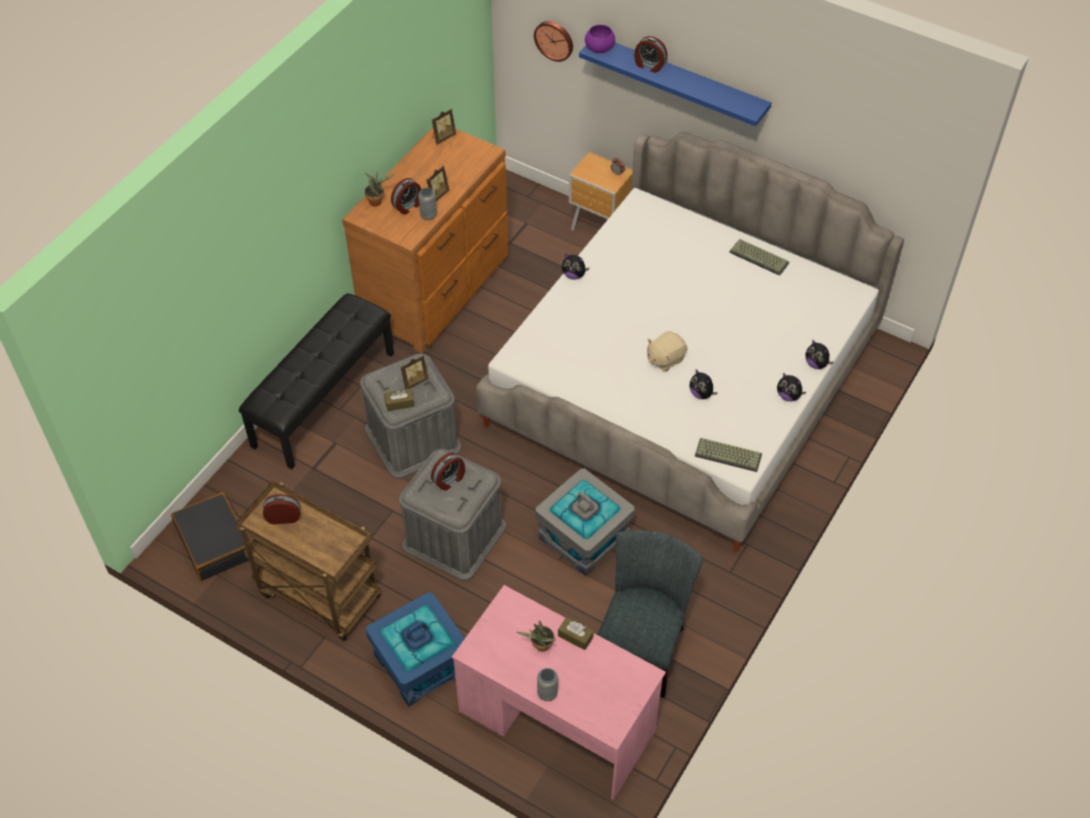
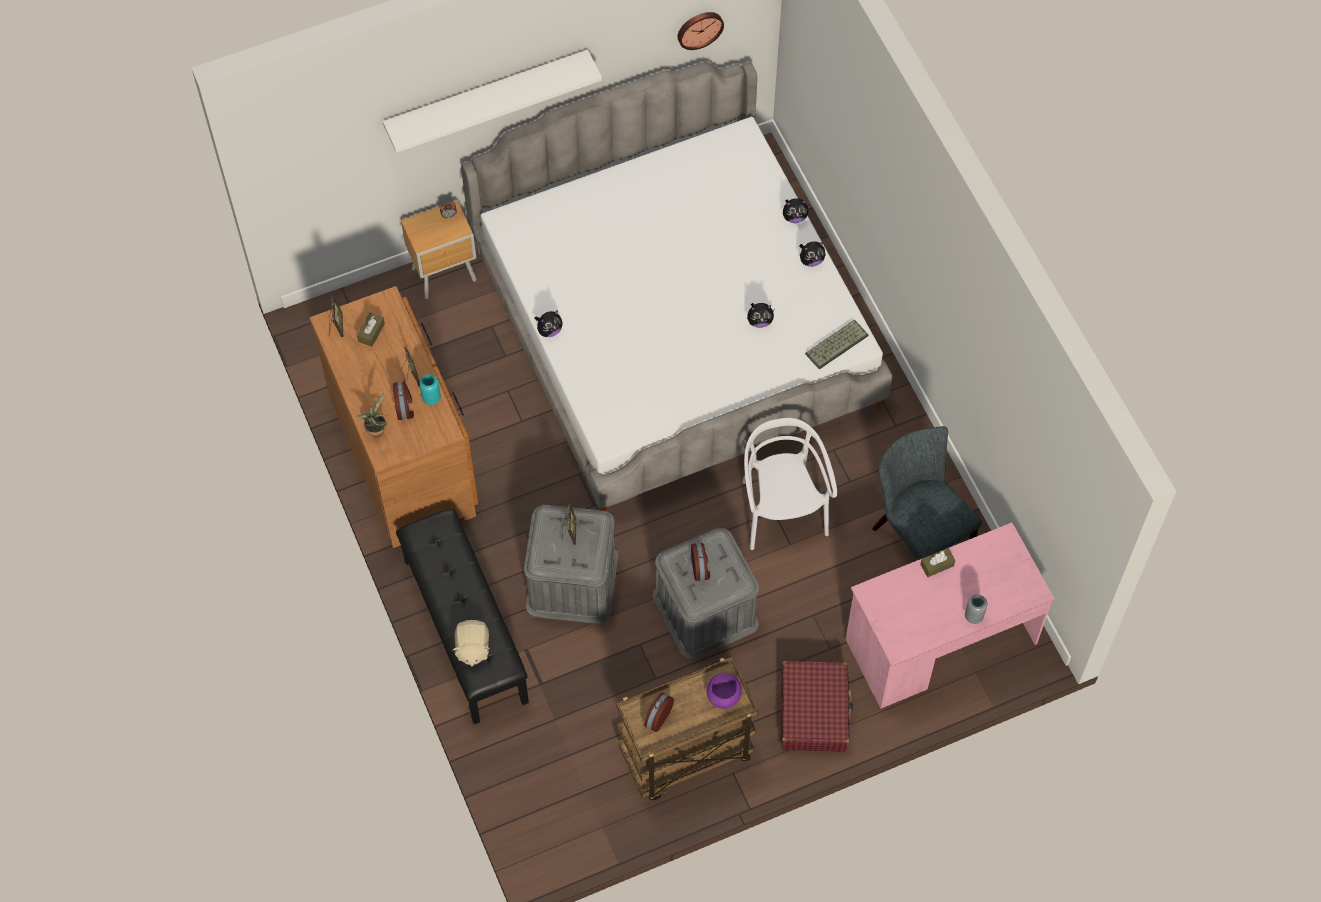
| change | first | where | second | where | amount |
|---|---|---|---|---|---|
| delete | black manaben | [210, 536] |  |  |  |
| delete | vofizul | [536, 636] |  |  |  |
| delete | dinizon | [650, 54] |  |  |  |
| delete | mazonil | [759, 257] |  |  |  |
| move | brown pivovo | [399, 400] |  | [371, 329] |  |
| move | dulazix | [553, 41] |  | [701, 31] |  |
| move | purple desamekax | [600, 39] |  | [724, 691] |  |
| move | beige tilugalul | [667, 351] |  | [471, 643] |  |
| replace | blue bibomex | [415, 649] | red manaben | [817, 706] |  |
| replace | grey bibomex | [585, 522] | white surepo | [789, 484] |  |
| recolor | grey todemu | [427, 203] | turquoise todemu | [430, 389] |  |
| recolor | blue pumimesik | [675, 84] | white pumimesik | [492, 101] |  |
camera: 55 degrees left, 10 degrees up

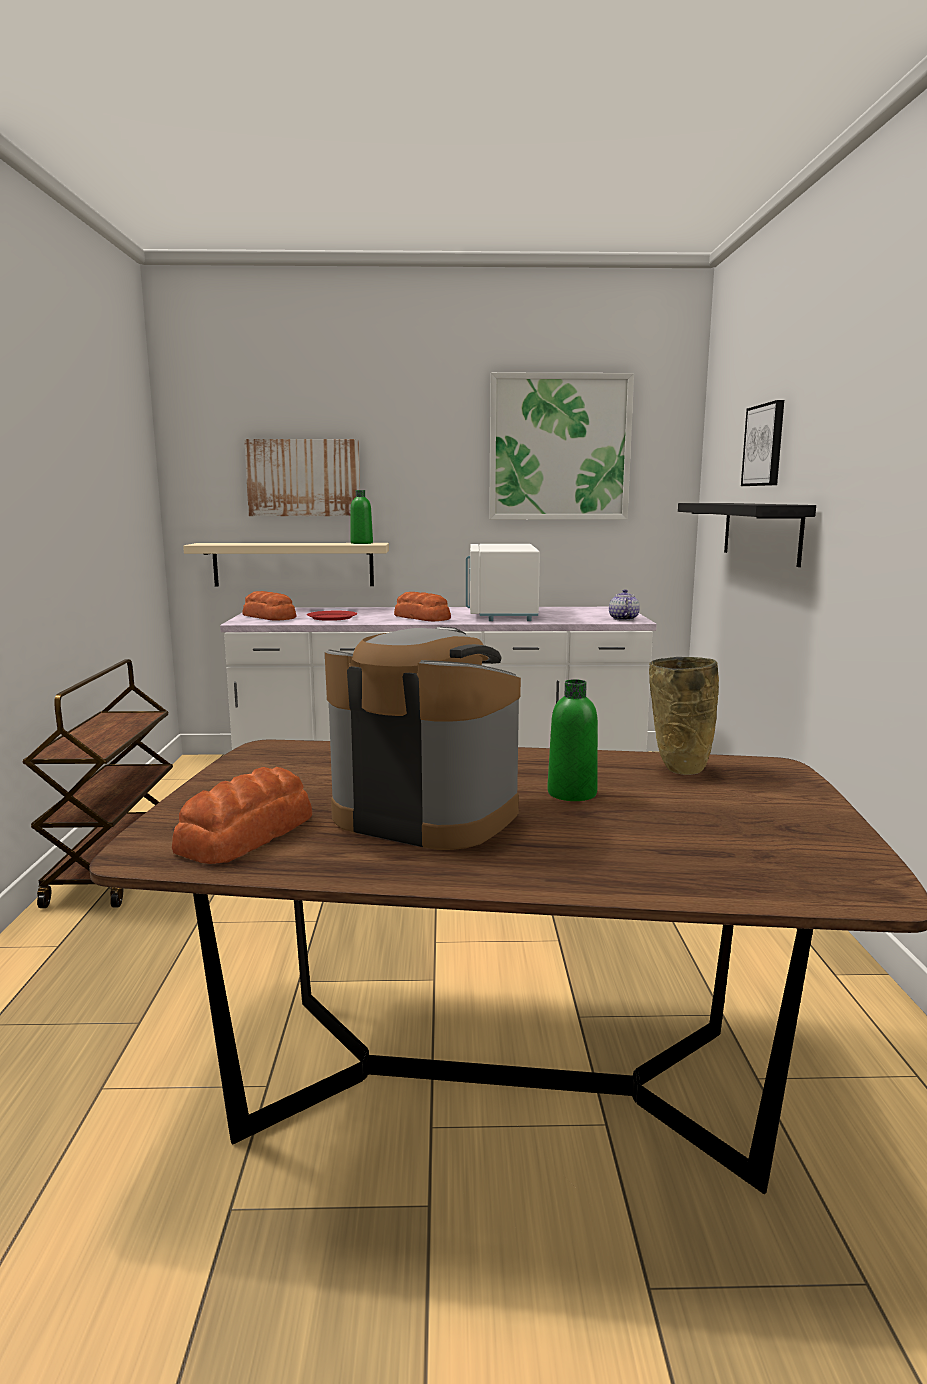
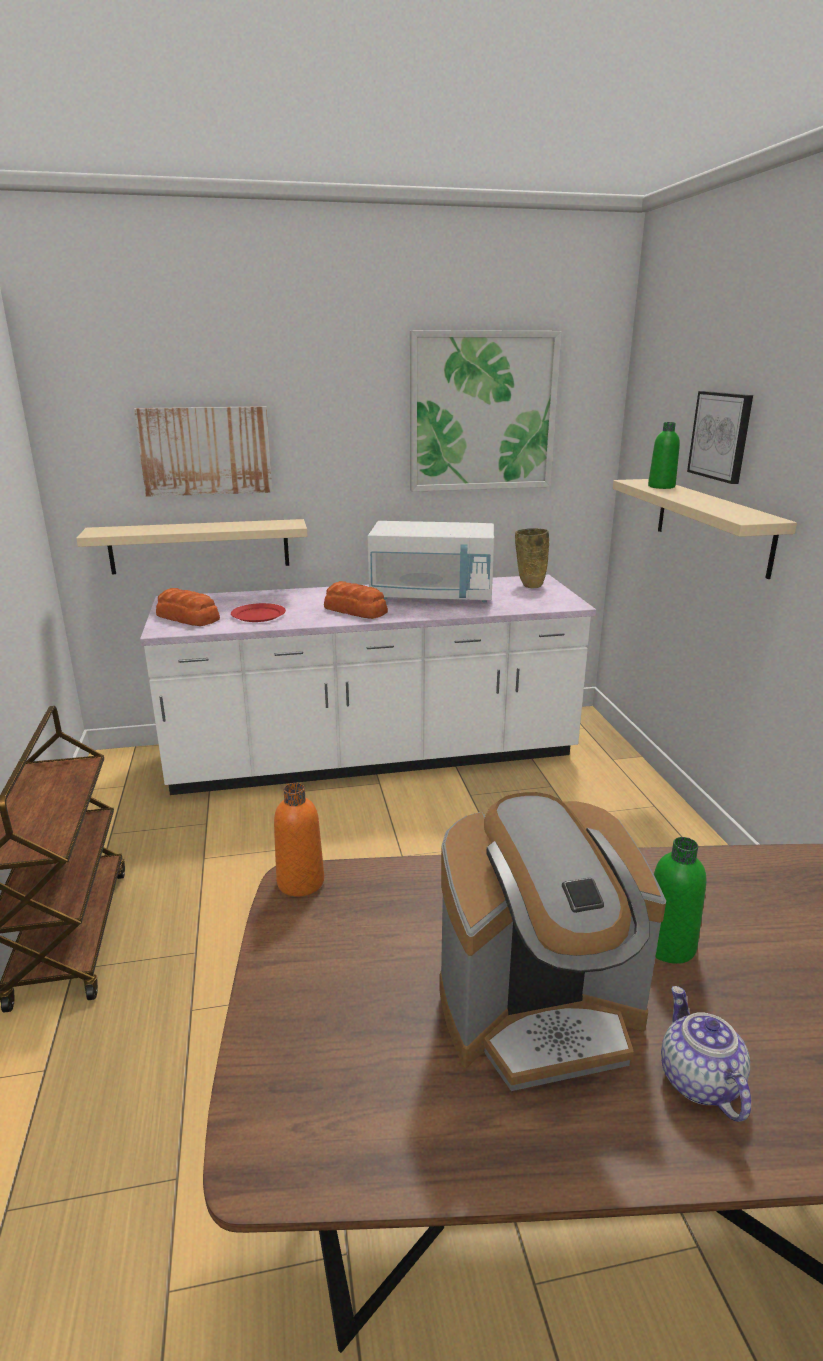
| change | first | where | second | where | amount |
|---|---|---|---|---|---|
| delete | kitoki | [242, 815] |  |  |  |
| insert |  |  | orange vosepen | [299, 839] |  |
| move | green vosepen | [361, 517] |  | [664, 455] |  |
| move | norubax | [624, 605] |  | [706, 1054] |  |
| move | beige todemu | [684, 716] |  | [532, 558] |  |
| recolor | black pumimesik | [747, 535] | beige pumimesik | [705, 529] |  |
| rotate | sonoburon | [423, 738] |  | [553, 941] | 150 degrees clockwise |
| rotate | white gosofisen | [503, 582] |  | [431, 561] | 75 degrees counterclockwise |
camera: 10 degrees left, 10 degrees up

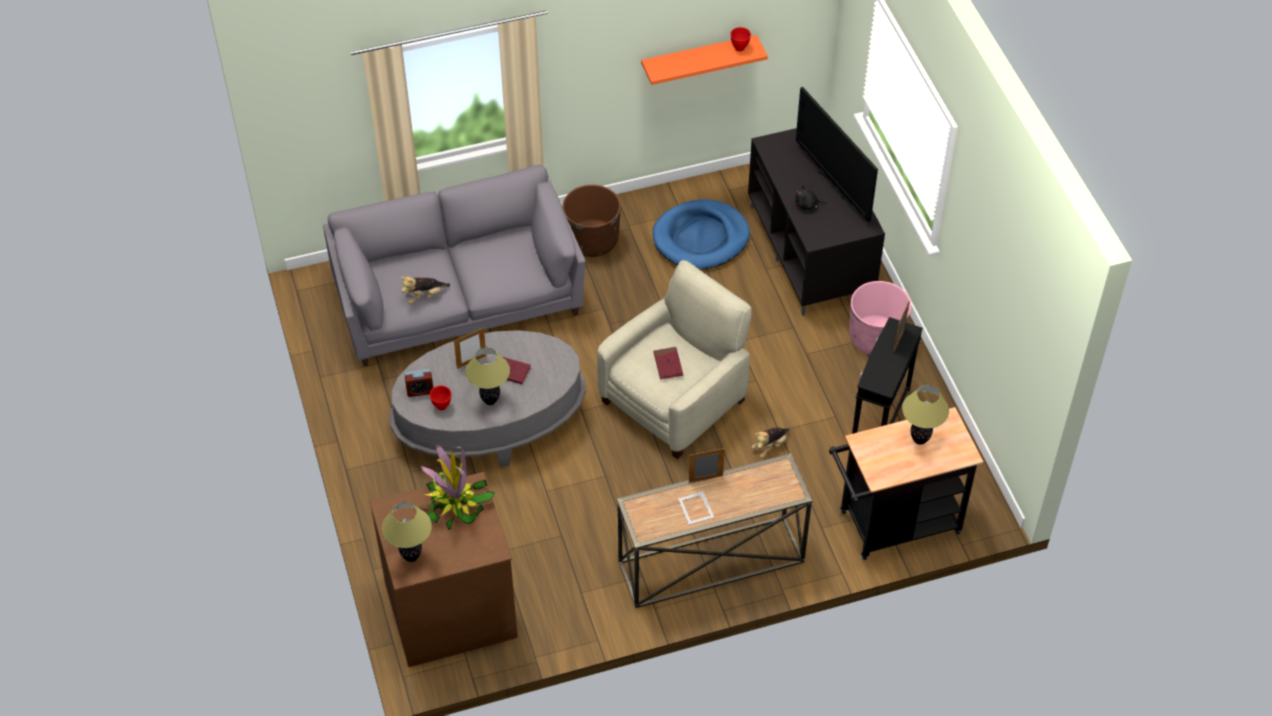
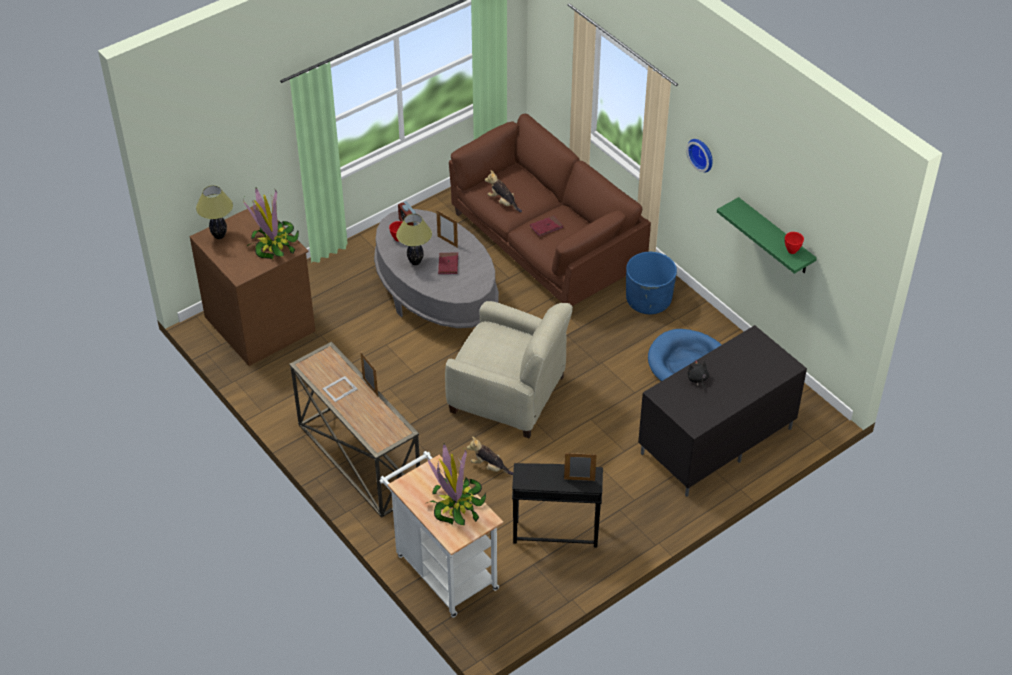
| change | first | where | second | where | amount |
|---|---|---|---|---|---|
| delete | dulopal | [837, 154] |  |  |  |
| delete | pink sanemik | [880, 318] |  |  |  |
| insert |  |  | dulazix | [699, 155] |  |
| move | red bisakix | [668, 363] |  | [547, 226] |  |
| replace | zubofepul | [925, 415] | vofizul | [456, 485] |  |
| recolor | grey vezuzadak | [454, 266] | brown vezuzadak | [550, 210] |  |
| recolor | brown sanemik | [592, 221] | blue sanemik | [651, 283] |  |
| recolor | orange pumimesik | [704, 60] | green pumimesik | [767, 235] |  |
| recolor | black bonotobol | [906, 483] | white bonotobol | [441, 534] |  |
camera: 70 degrees right, 5 degrees down

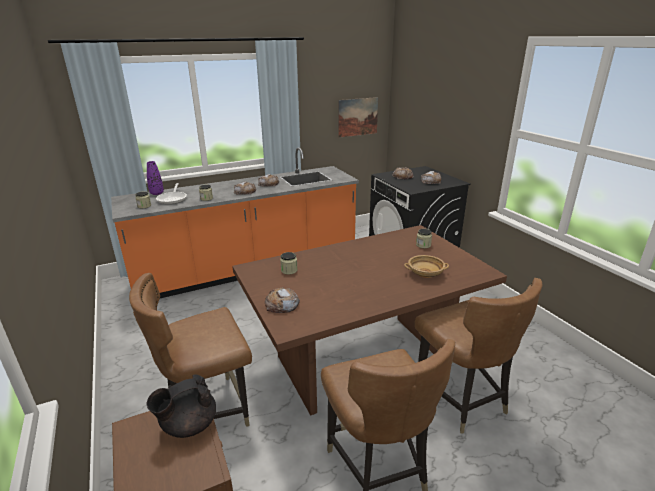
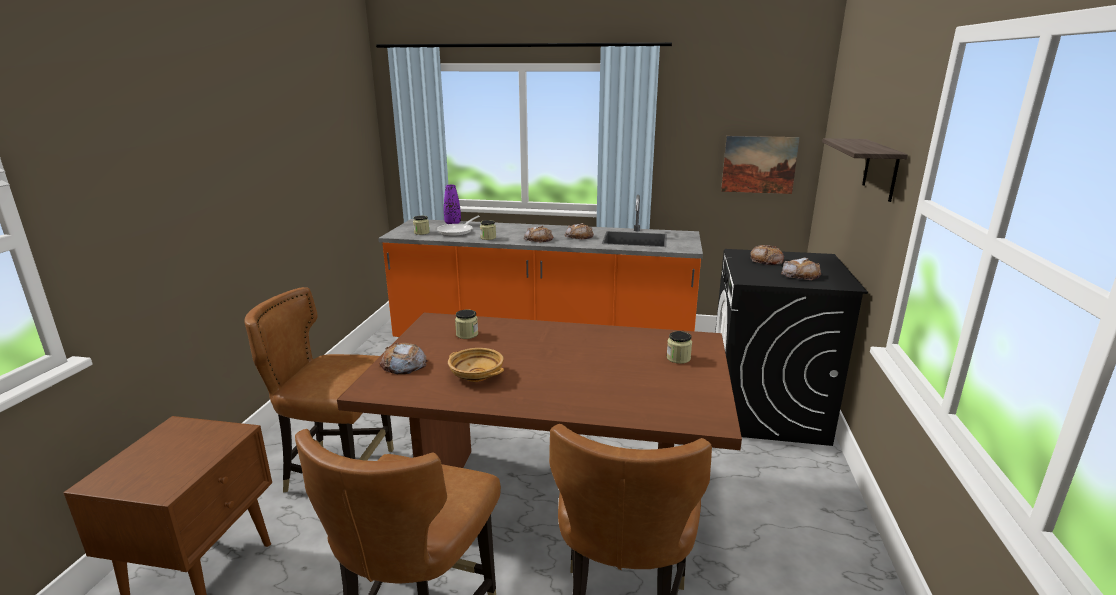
| change | first | where | second | where | amount |
|---|---|---|---|---|---|
| delete | black norubax | [181, 406] |  |  |  |
| insert |  |  | pumimesik | [865, 170] |  |
| move | beige desamekax | [426, 266] |  | [476, 365] |  |
camera: 35 degrees right, 5 degrees down

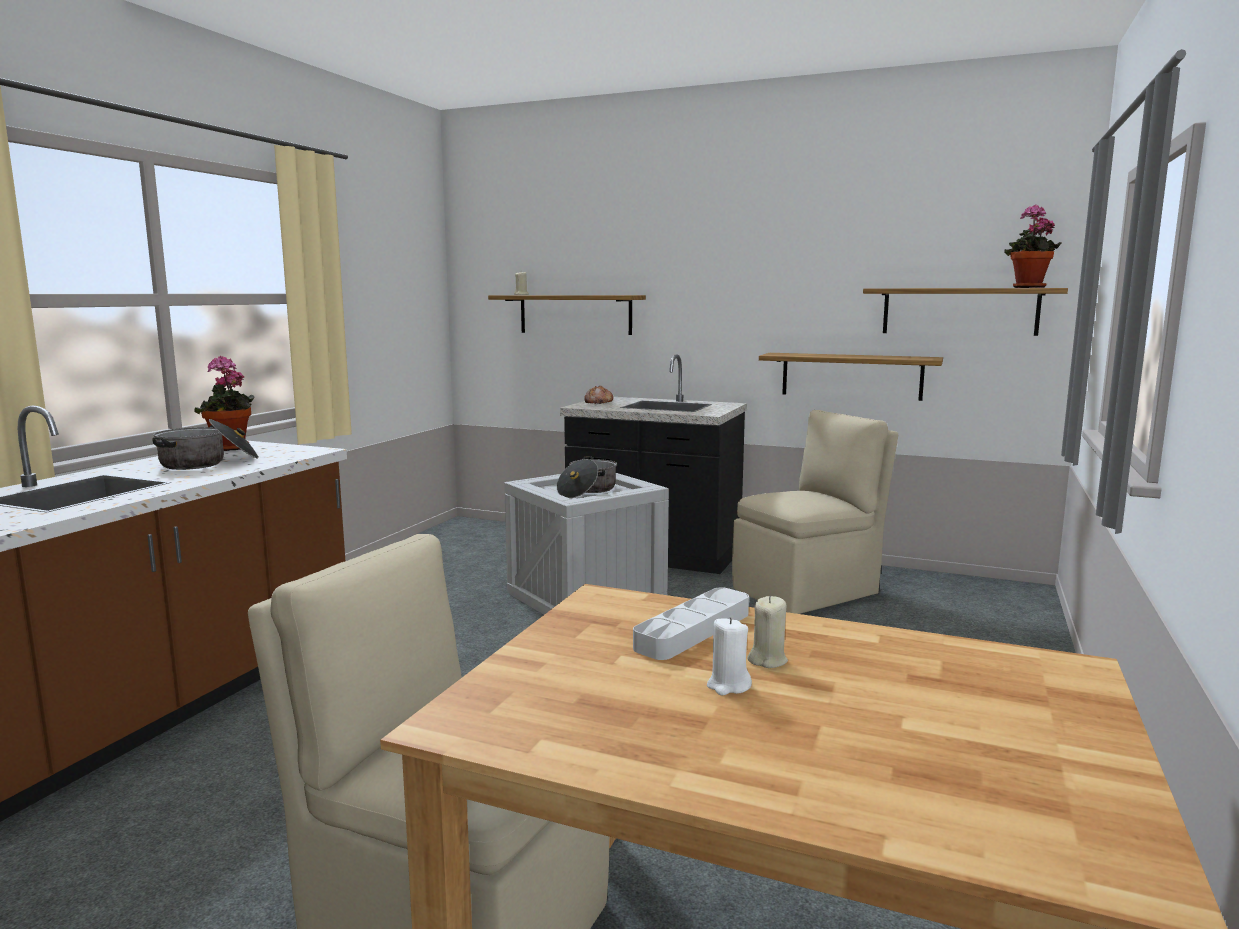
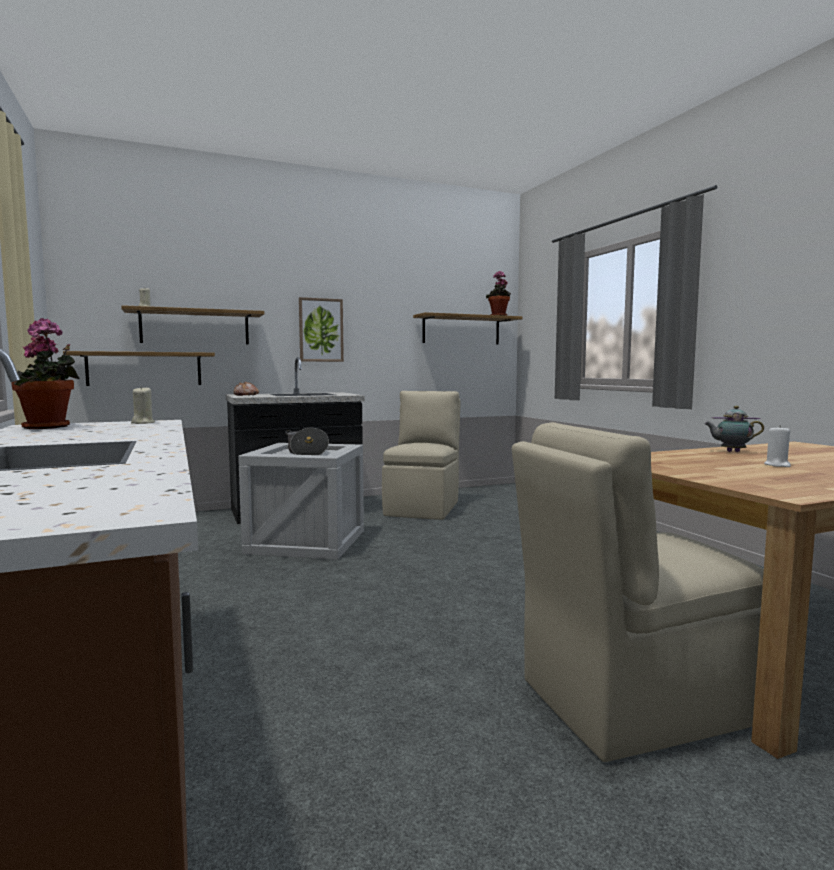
| change | first | where | second | where | amount |
|---|---|---|---|---|---|
| delete | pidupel | [205, 444] |  |  |  |
| delete | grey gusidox | [691, 623] |  |  |  |
| insert |  |  | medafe | [321, 329] |  |
| insert |  |  | norubax | [734, 429] |  |
| move | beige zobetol | [767, 632] |  | [143, 405] |  |
| move | pumimesik | [851, 377] |  | [139, 368] |  |
camera: 45 degrees left, 5 degrees down

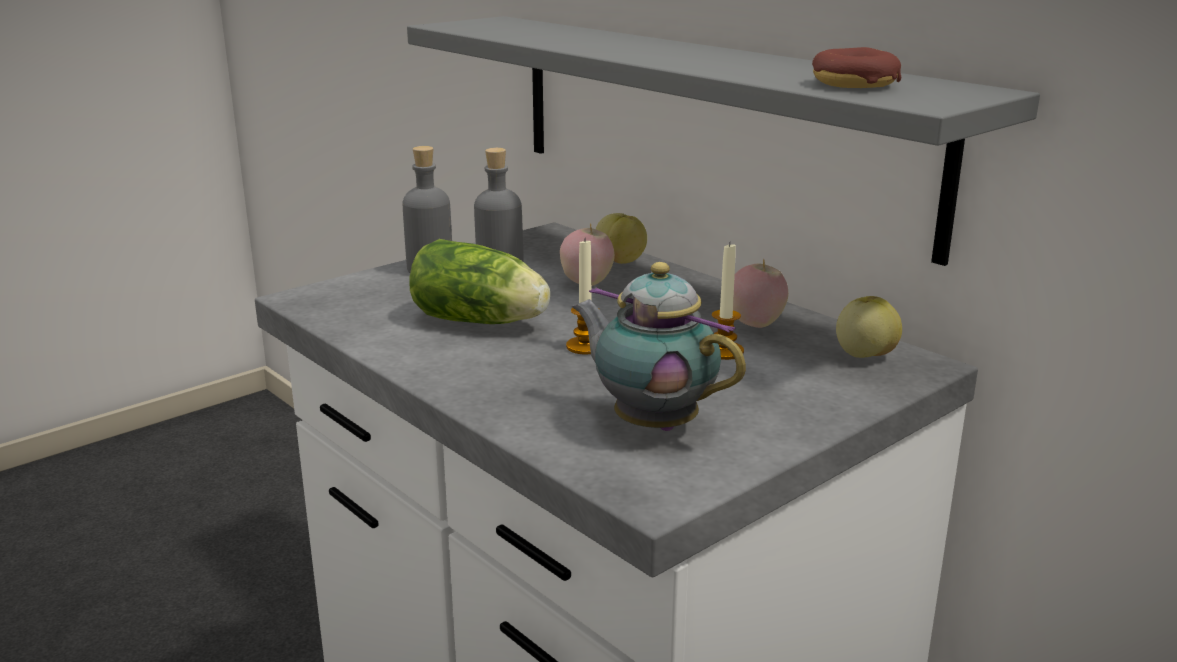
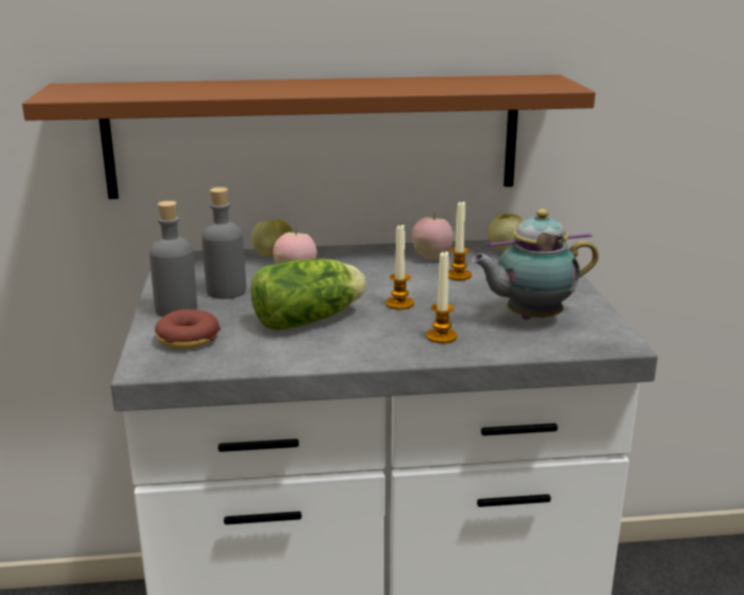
| change | first | where | second | where | amount |
|---|---|---|---|---|---|
| insert |  |  | zobetol | [441, 296] |  |
| move | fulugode | [856, 67] |  | [187, 329] |  |
| recolor | grey pumimesik | [723, 141] | brown pumimesik | [308, 137] |  |
camera: 55 degrees left, 0 degrees up

